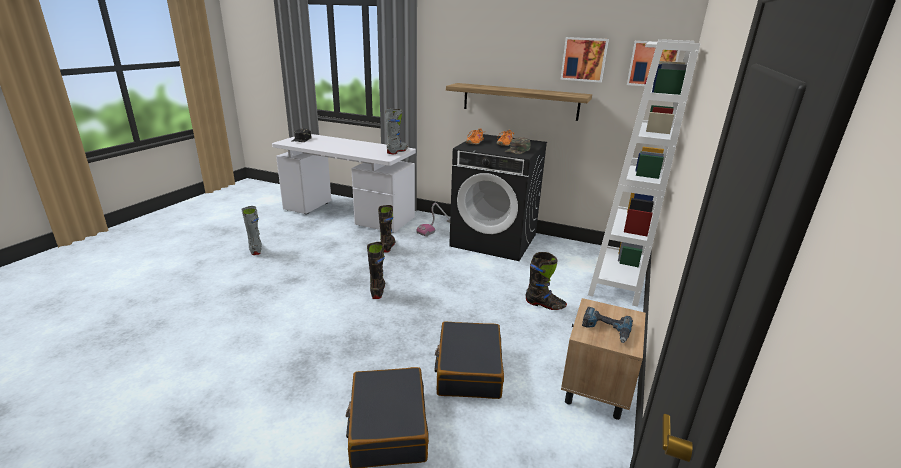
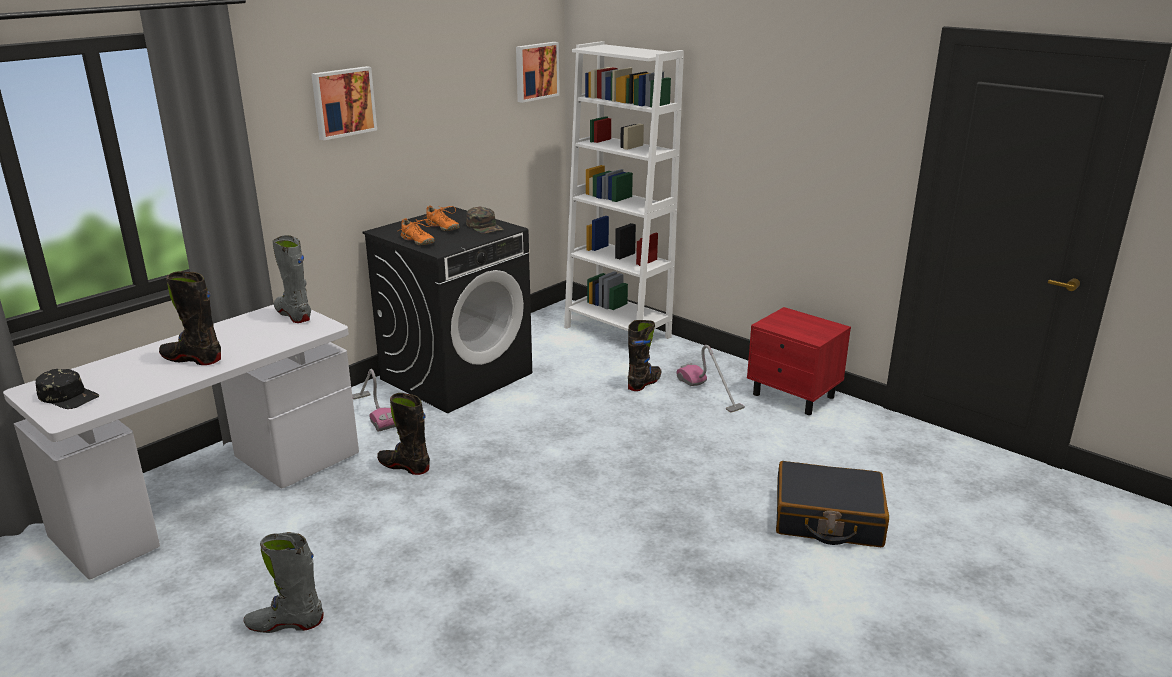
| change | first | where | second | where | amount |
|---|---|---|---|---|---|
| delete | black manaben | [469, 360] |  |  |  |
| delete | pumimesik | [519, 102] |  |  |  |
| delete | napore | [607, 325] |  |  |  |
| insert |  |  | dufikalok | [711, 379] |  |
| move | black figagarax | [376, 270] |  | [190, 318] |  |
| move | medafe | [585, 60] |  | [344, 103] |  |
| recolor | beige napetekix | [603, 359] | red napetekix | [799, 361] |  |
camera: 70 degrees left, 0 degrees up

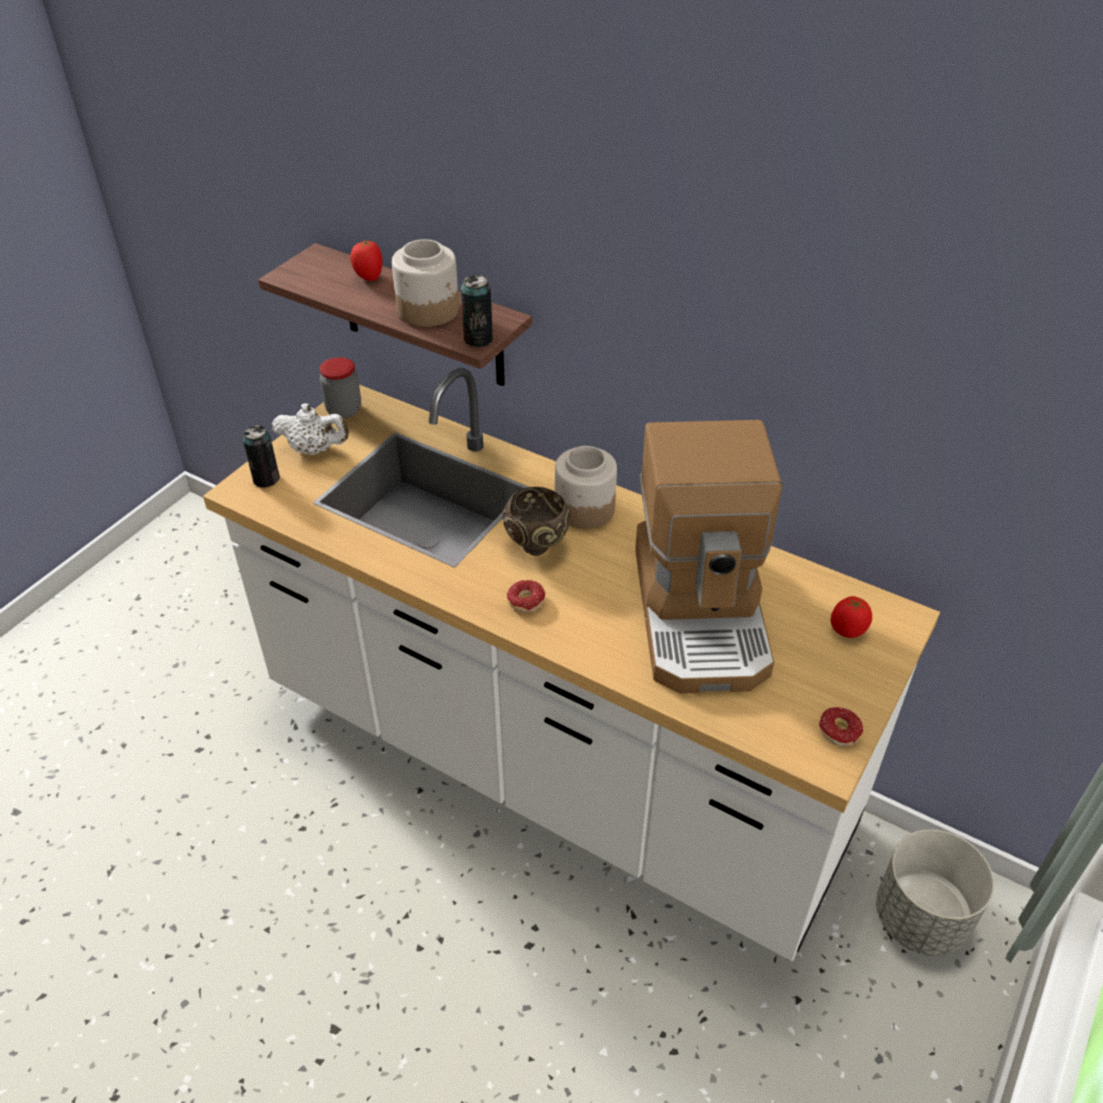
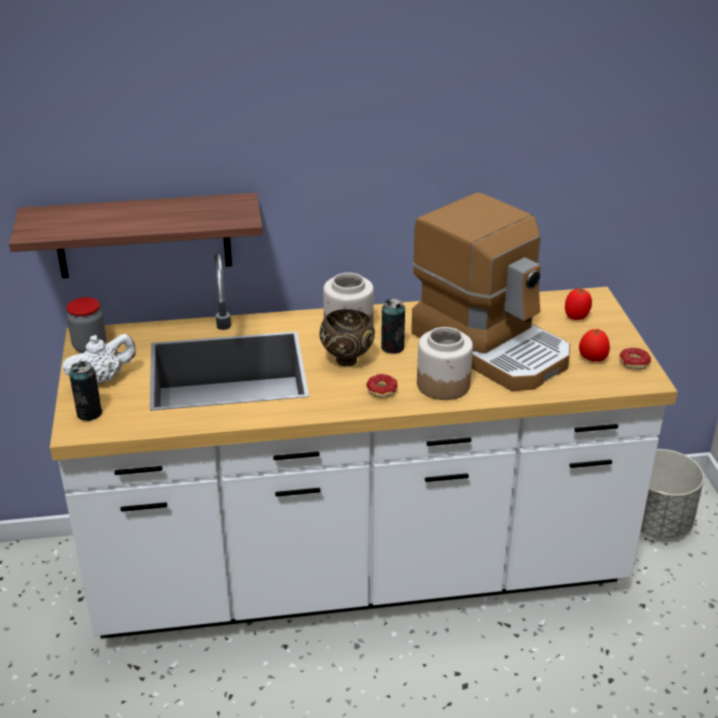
| change | first | where | second | where | amount |
|---|---|---|---|---|---|
| move | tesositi | [366, 260] |  | [594, 345] |  |
| move | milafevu | [425, 283] |  | [445, 363] |  |
| move | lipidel | [477, 311] |  | [393, 326] |  |
camera: 40 degrees left, 10 degrees down

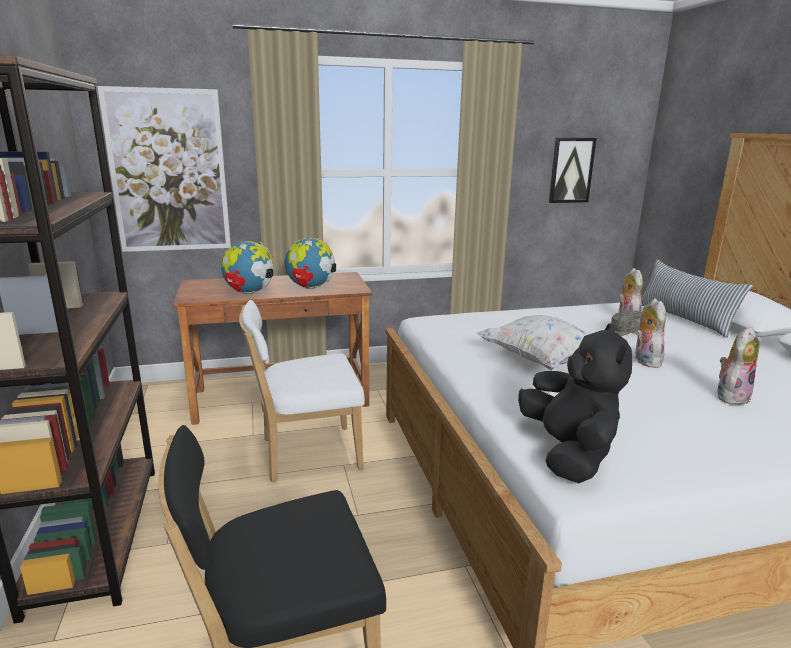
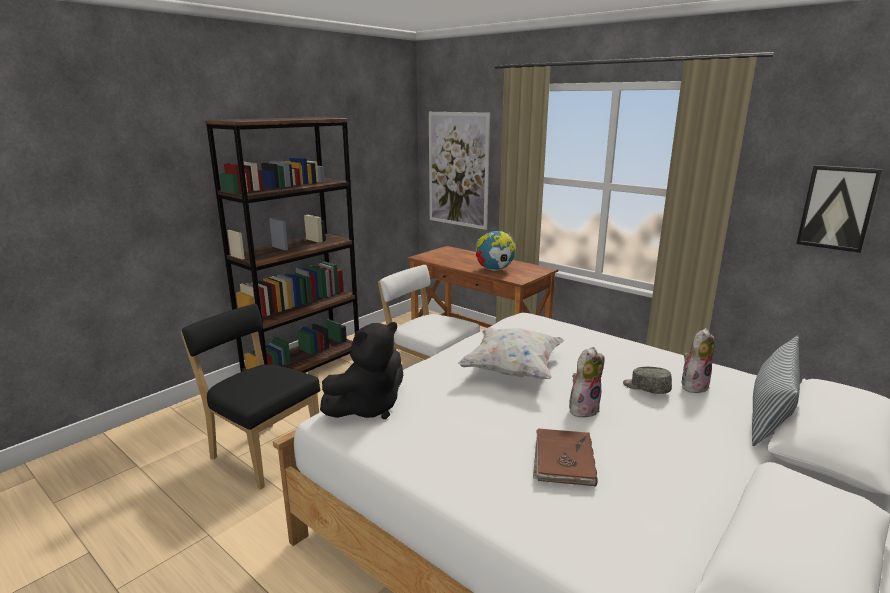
| change | first | where | second | where | amount |
|---|---|---|---|---|---|
| delete | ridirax | [247, 267] |  |  |  |
| replace | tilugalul | [738, 366] | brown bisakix | [565, 458] |  |
camera: 55 degrees right, 0 degrees up

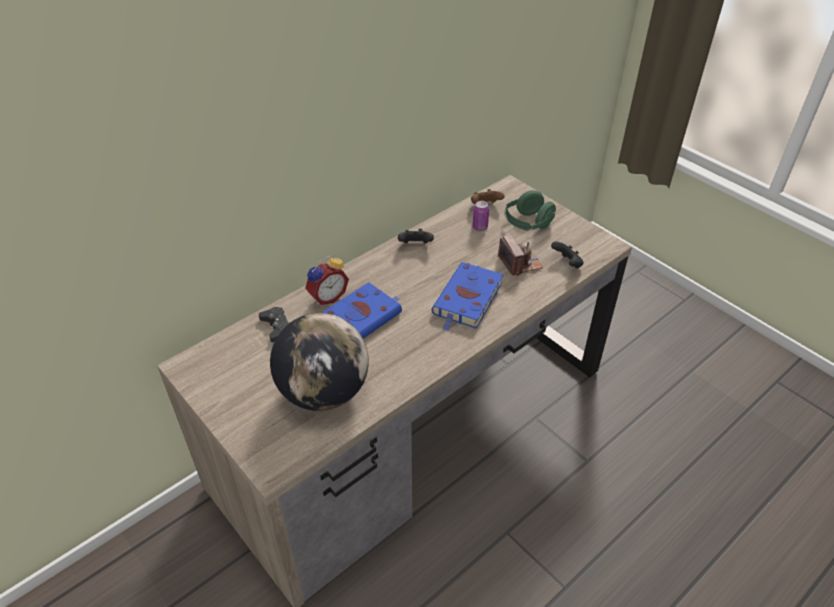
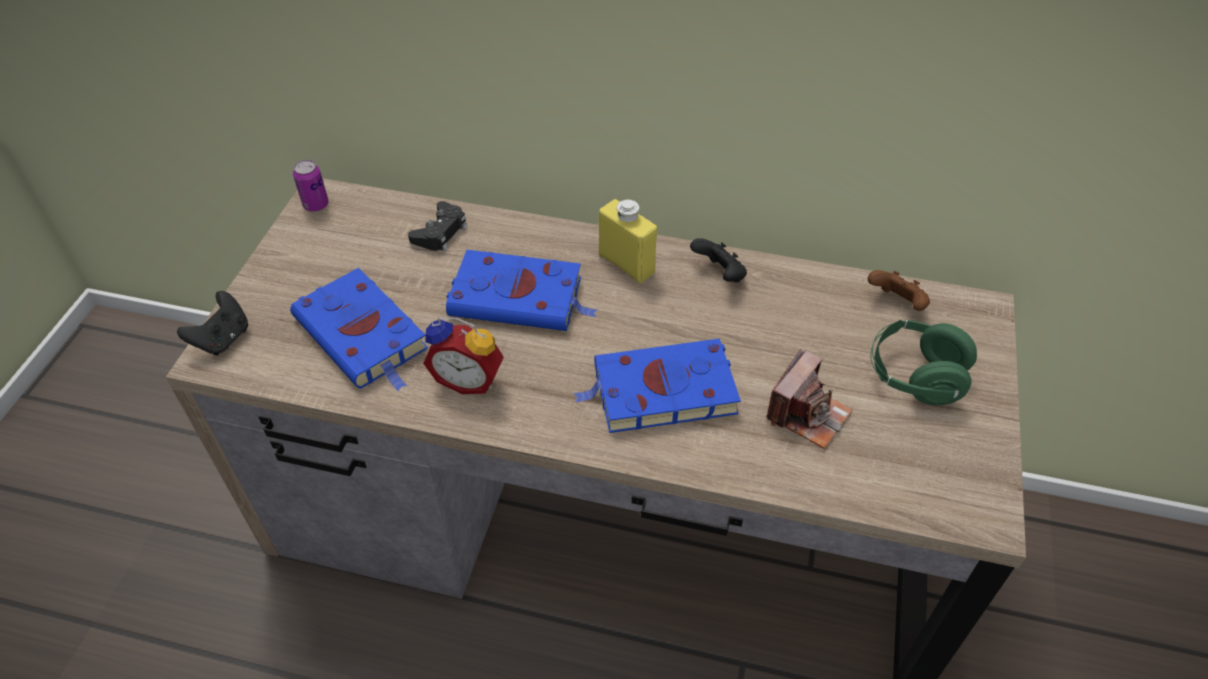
| change | first | where | second | where | amount |
|---|---|---|---|---|---|
| insert |  |  | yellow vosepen | [628, 241] |  |
| move | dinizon | [327, 280] |  | [463, 355] |  |
| move | lipidel | [481, 215] |  | [311, 186] |  |
| move | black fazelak | [567, 254] |  | [212, 323] |  |
| replace | ridirax | [319, 362] | blue bisakix | [359, 329] |  |
camera: 55 degrees right, 5 degrees up

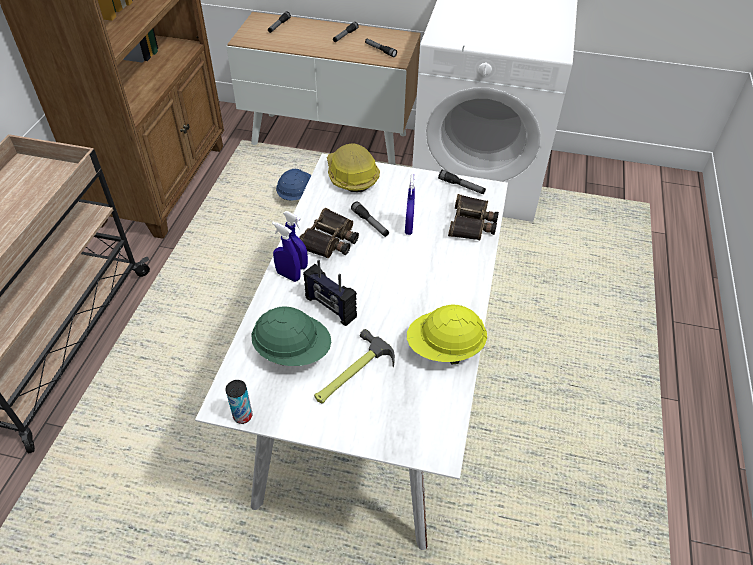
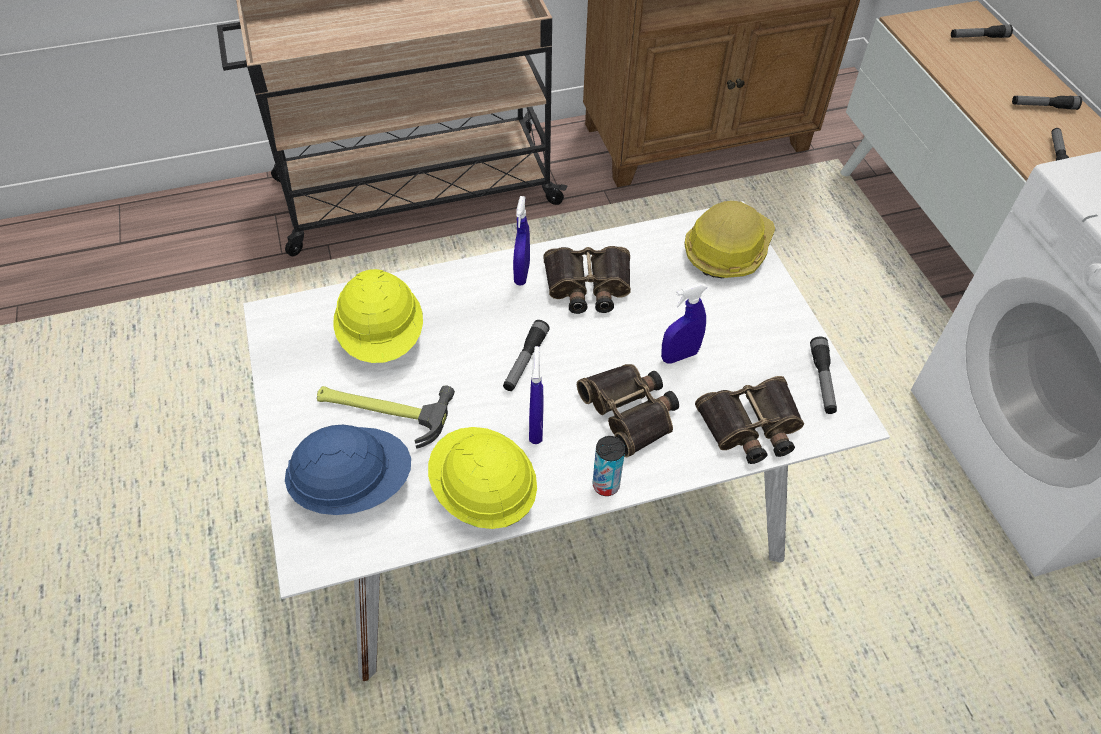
| change | first | where | second | where | amount |
|---|---|---|---|---|---|
| delete | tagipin | [330, 292] |  |  |  |
| insert |  |  | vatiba | [628, 411] |  |
| move | lipidel | [239, 402] |  | [609, 466] |  |
| move | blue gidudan | [286, 251] |  | [536, 395] |  |
| move | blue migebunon | [293, 185] |  | [348, 470] |  |
| move | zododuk | [370, 219] |  | [526, 355] |  |
| recolor | green migebunon | [291, 336] | yellow migebunon | [378, 316] |  |
camera: 60 degrees right, 5 degrees up

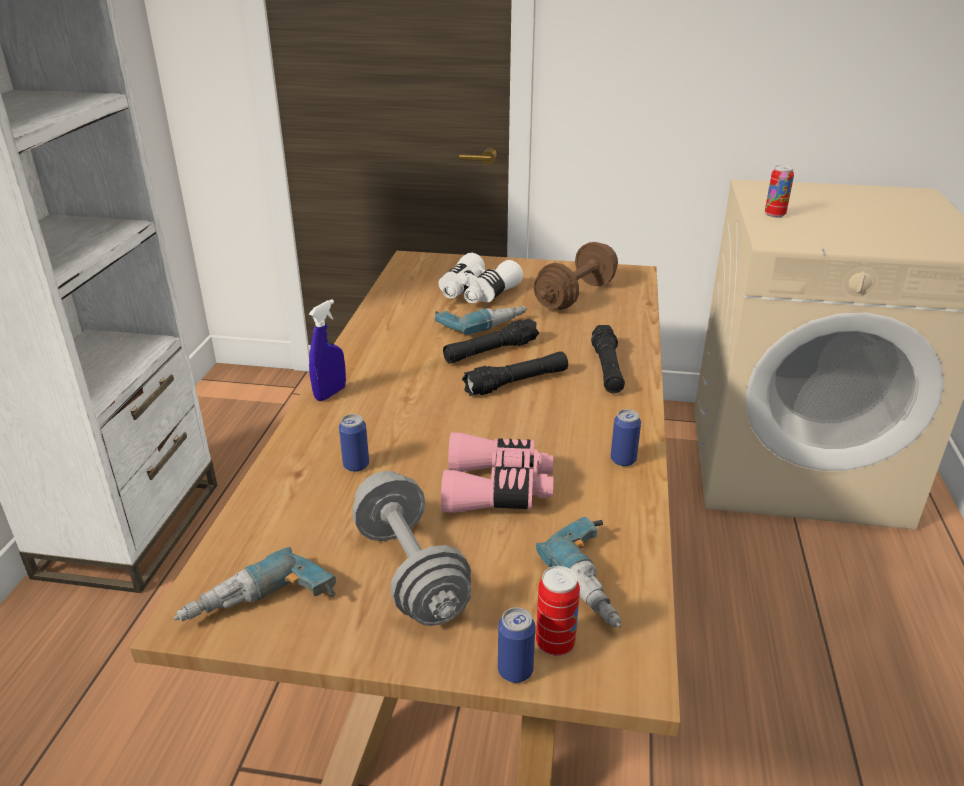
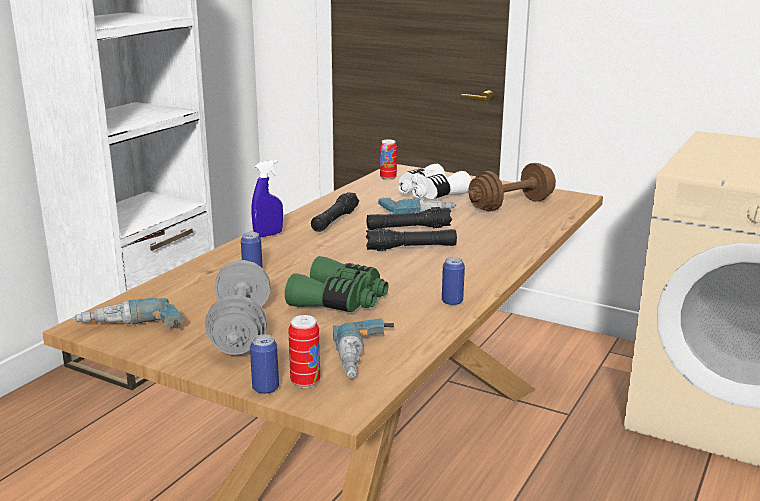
| change | first | where | second | where | amount |
|---|---|---|---|---|---|
| move | black zododuk | [608, 359] |  | [335, 212] |  |
| move | lipidel | [779, 191] |  | [388, 159] |  |
| recolor | pink vatiba | [497, 472] | green vatiba | [336, 284] |  |
camera: 20 degrees right, 10 degrees down

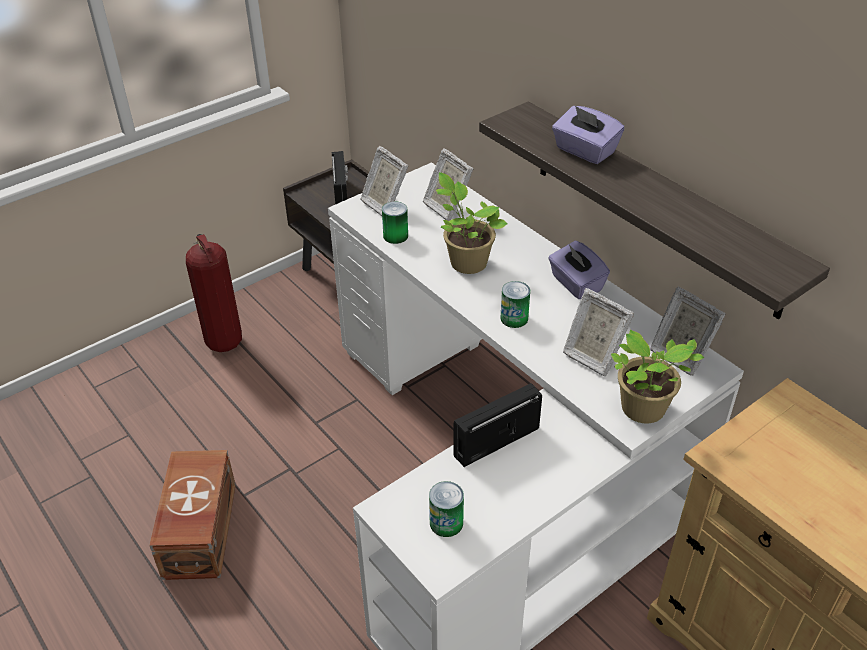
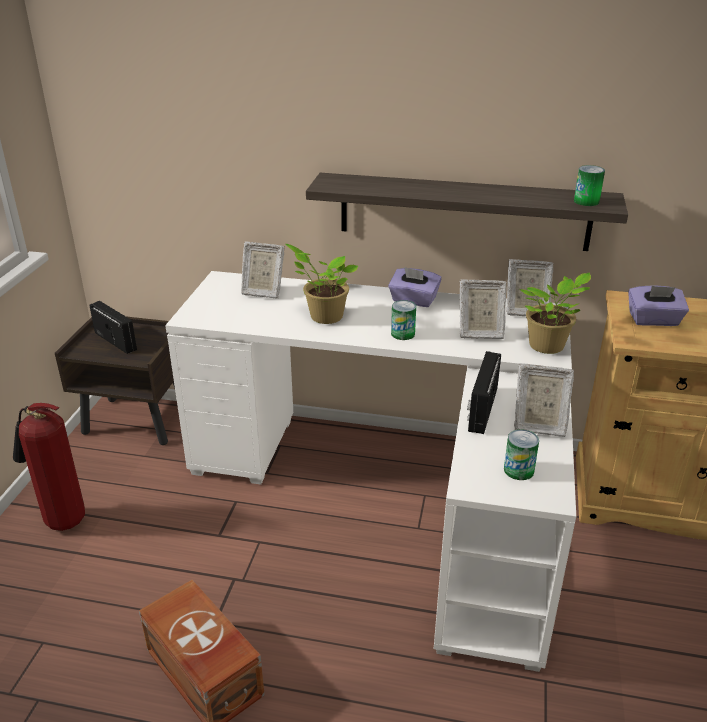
| change | first | where | second | where | amount |
|---|---|---|---|---|---|
| move | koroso | [385, 181] |  | [544, 400] |  |
| move | lipidel | [395, 222] |  | [589, 185] |  |
| move | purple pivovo | [588, 135] |  | [658, 305] |  |
camera: 40 degrees left, 10 degrees down

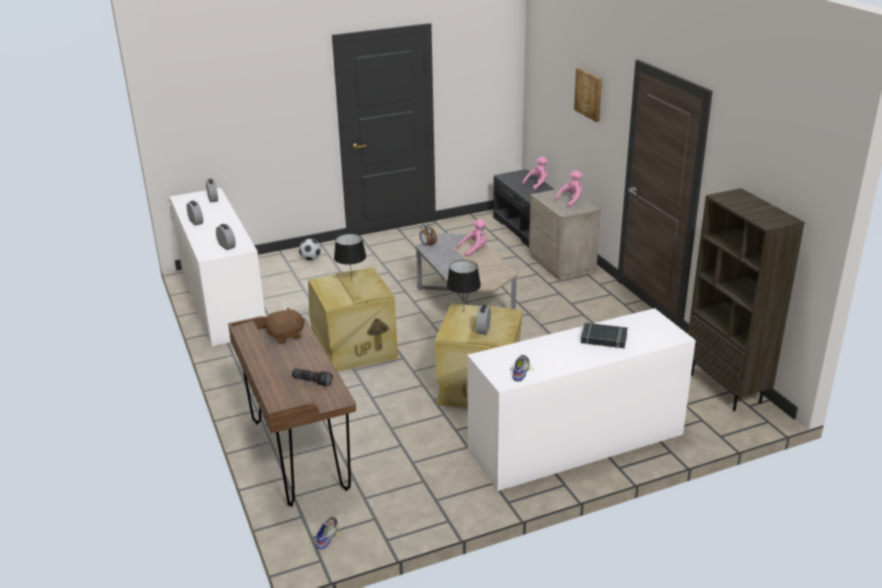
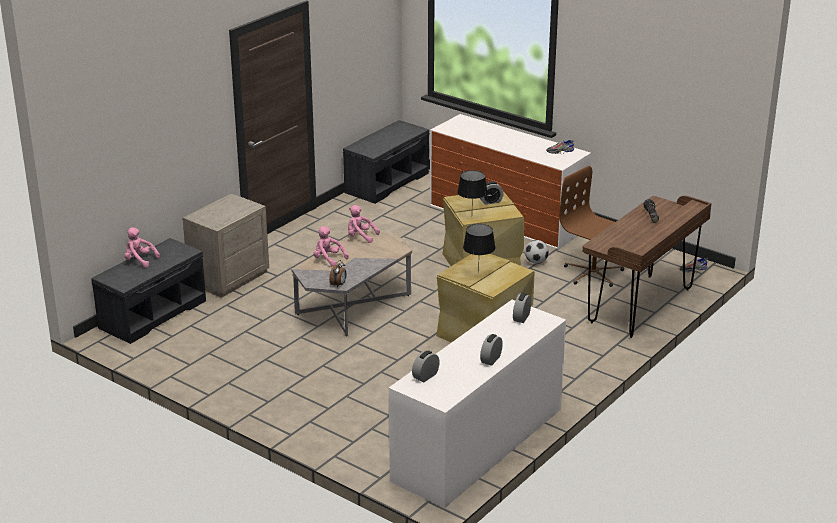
| change | first | where | second | where | amount |
|---|---|---|---|---|---|
| delete | brown tilugalul | [285, 325] |  |  |  |
| delete | medafe | [588, 95] |  |  |  |
| delete | black bisakix | [604, 335] |  |  |  |
| insert |  |  | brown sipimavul | [591, 226] |  |
| move | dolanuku | [310, 250] |  | [537, 252] |  |
| move | pink tilugalul | [568, 188] |  | [364, 224] |  |
| replace | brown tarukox | [746, 299] | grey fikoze | [386, 162] |  |
camera: 120 degrees left, 0 degrees up

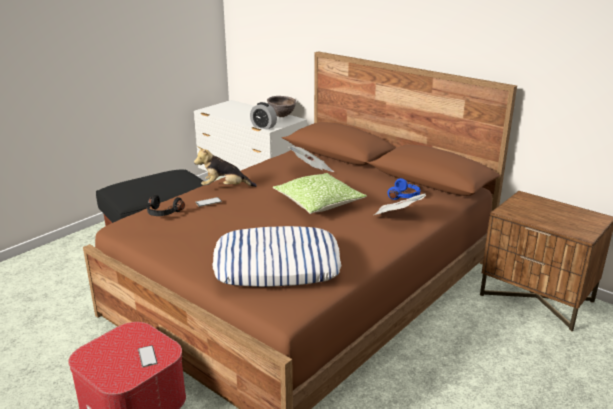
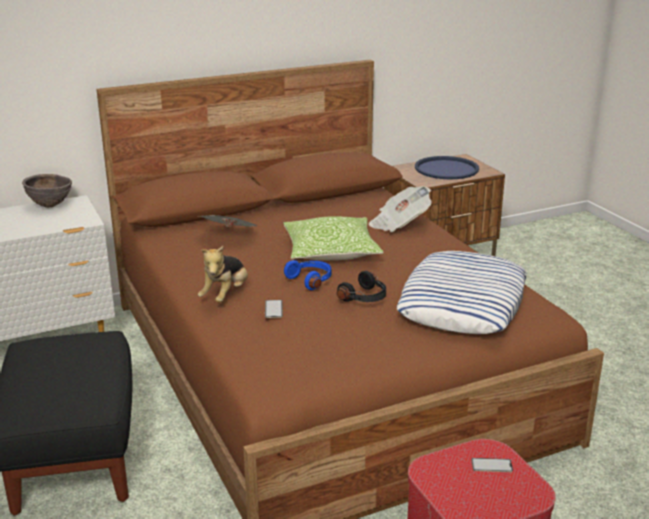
| change | first | where | second | where | amount |
|---|---|---|---|---|---|
| delete | dinizon | [263, 116] |  |  |  |
| insert |  |  | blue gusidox | [447, 167] |  |
| move | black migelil | [165, 205] |  | [361, 286] |  |
| move | blue migelil | [404, 189] |  | [307, 275] |  |
camera: 65 degrees left, 0 degrees up

